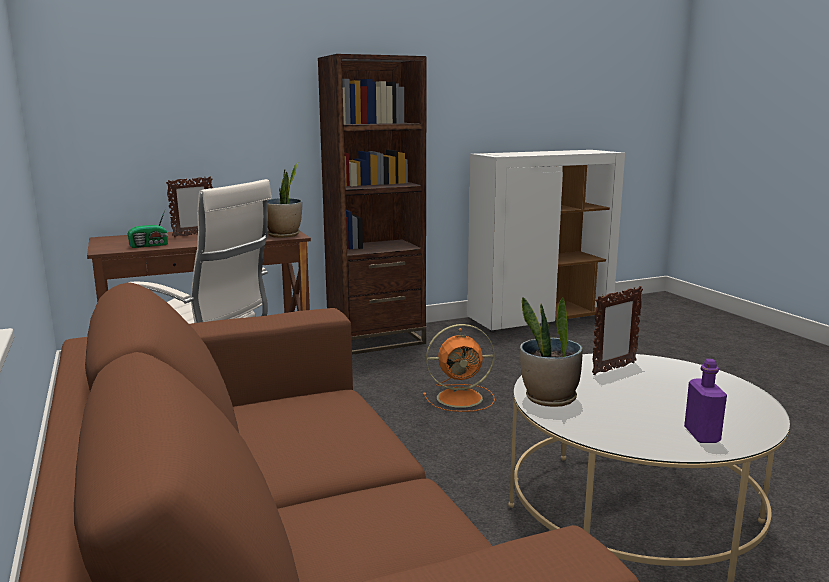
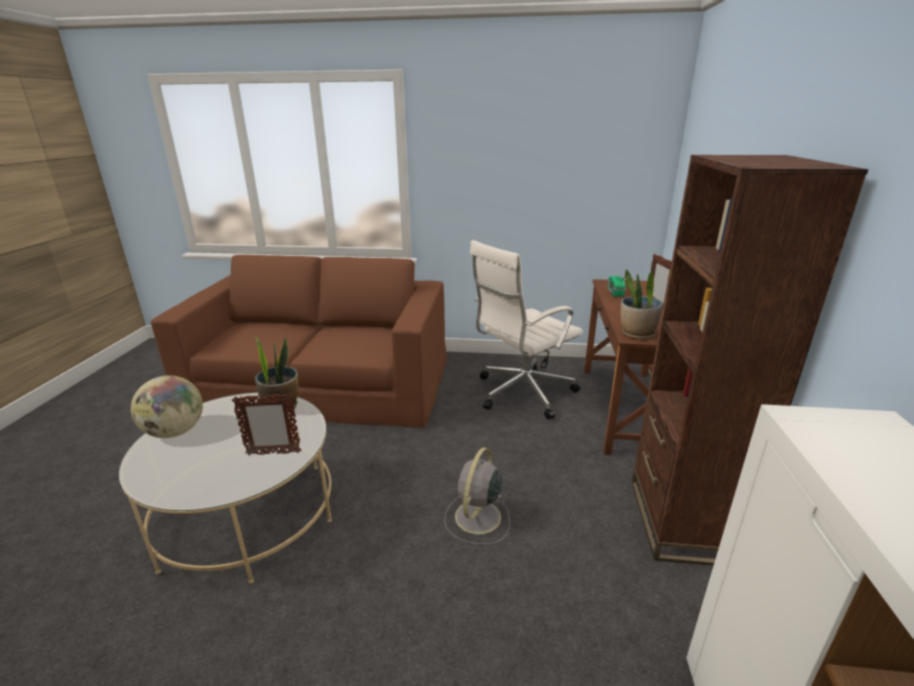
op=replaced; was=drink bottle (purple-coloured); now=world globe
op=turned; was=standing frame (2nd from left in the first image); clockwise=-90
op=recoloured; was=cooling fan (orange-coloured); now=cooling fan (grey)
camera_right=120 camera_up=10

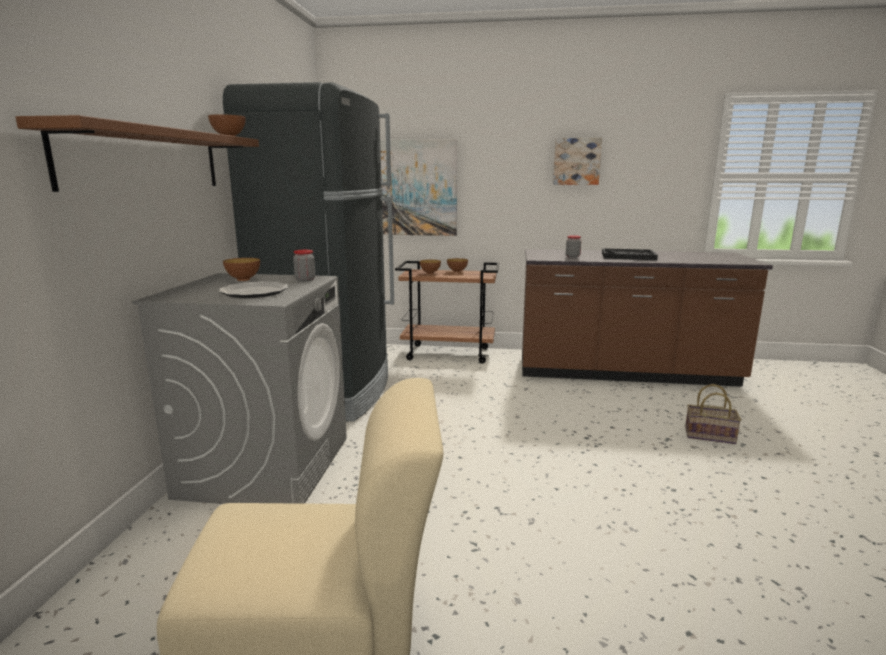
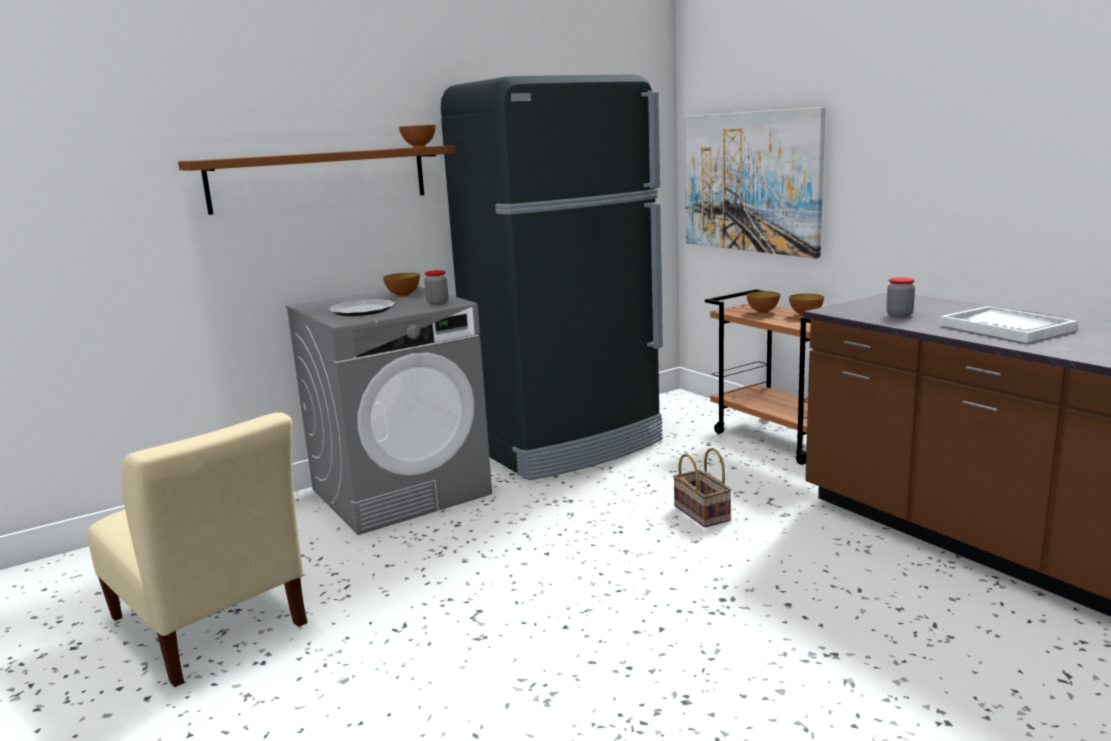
op=moved; was=basket
op=recoloured; was=tray (black-coloured); now=tray (white)
op=removed; was=wall picture (2nd from left)
camera_right=50 camera_up=0

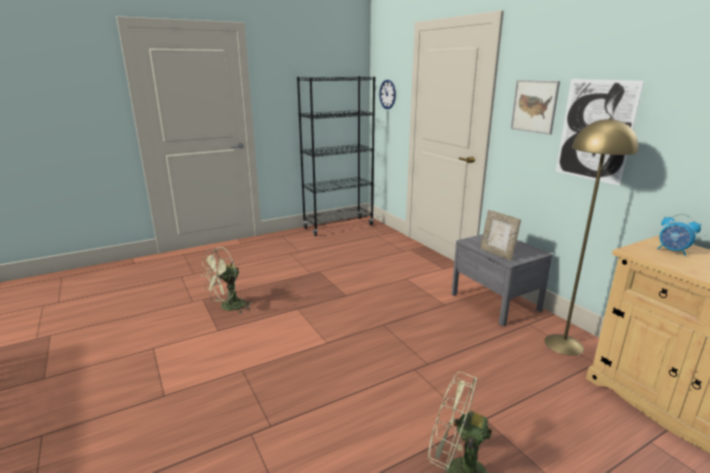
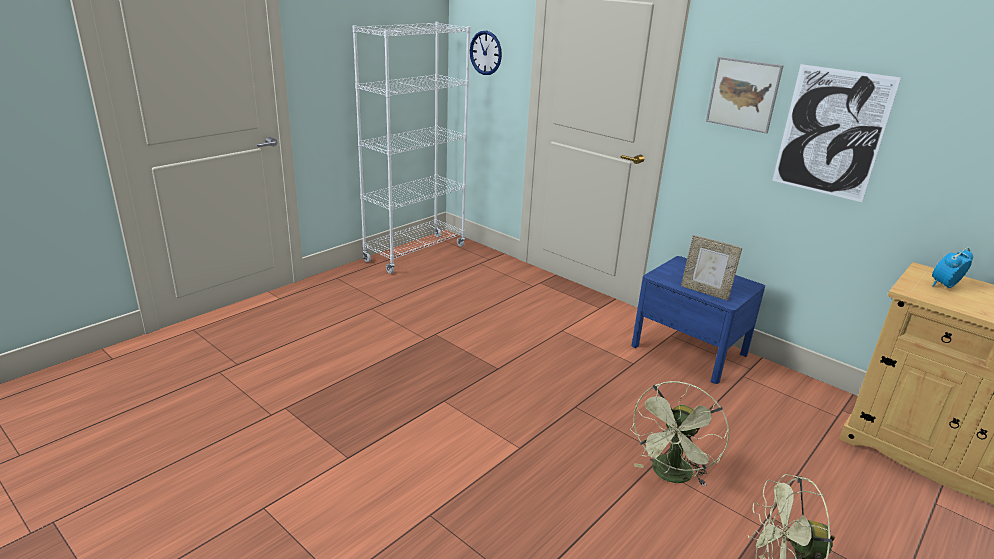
op=recoloured; was=shelving unit (black-coloured); now=shelving unit (white)
op=moved; was=cooling fan (green-coloured) (1st from left)
op=recoloured; was=night table (grey); now=night table (blue-coloured)
op=turned; was=alarm clock; clockwise=120
op=removed; was=standard lamp (yellow-coloured)
camera_right=-20 camera_up=5

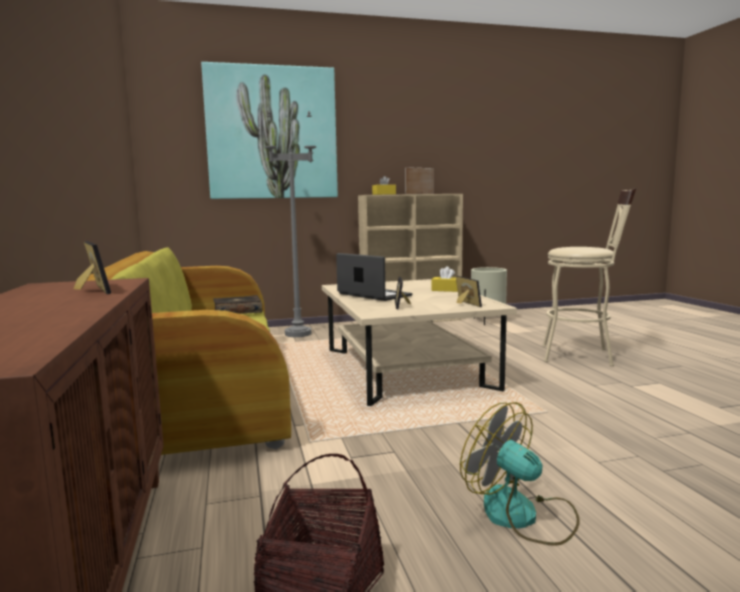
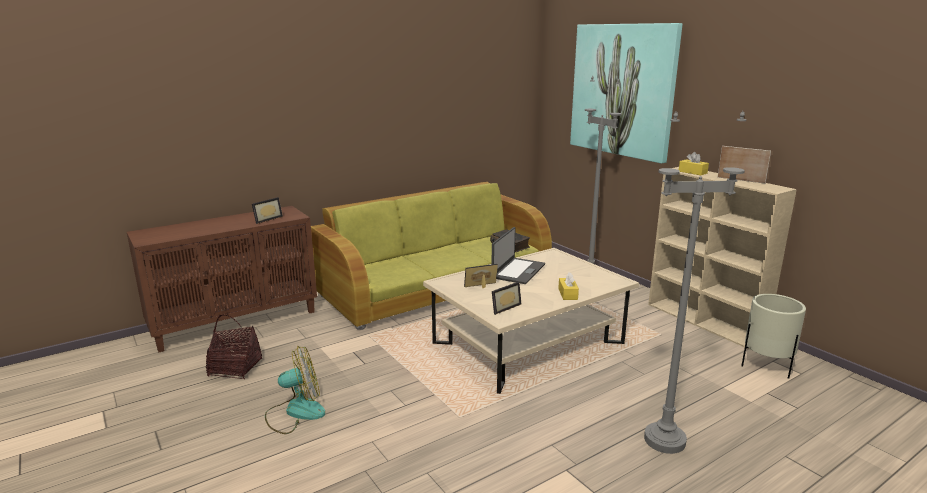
op=turned; was=cooling fan; clockwise=45
op=replaced; was=stool seat (beige-coloured); now=standard lamp (grey) (2nd from left)
camera_right=70 camera_up=10

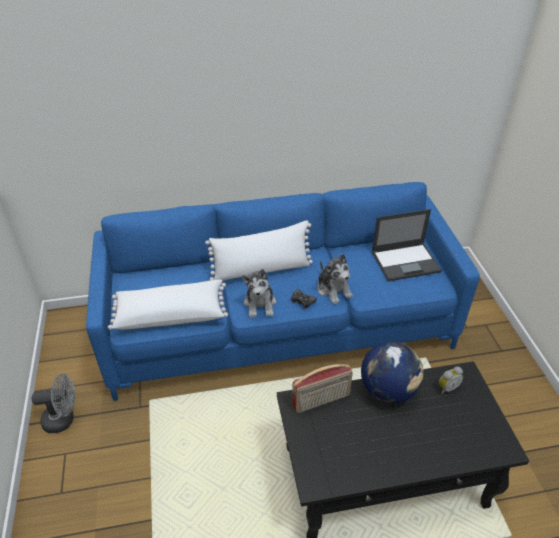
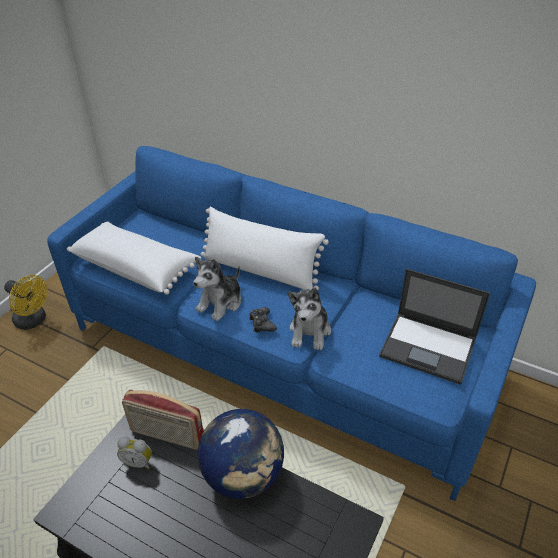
op=recoloured; was=cooling fan (grey); now=cooling fan (yellow-coloured)
op=moved; was=alarm clock
camera_right=40 camera_up=0

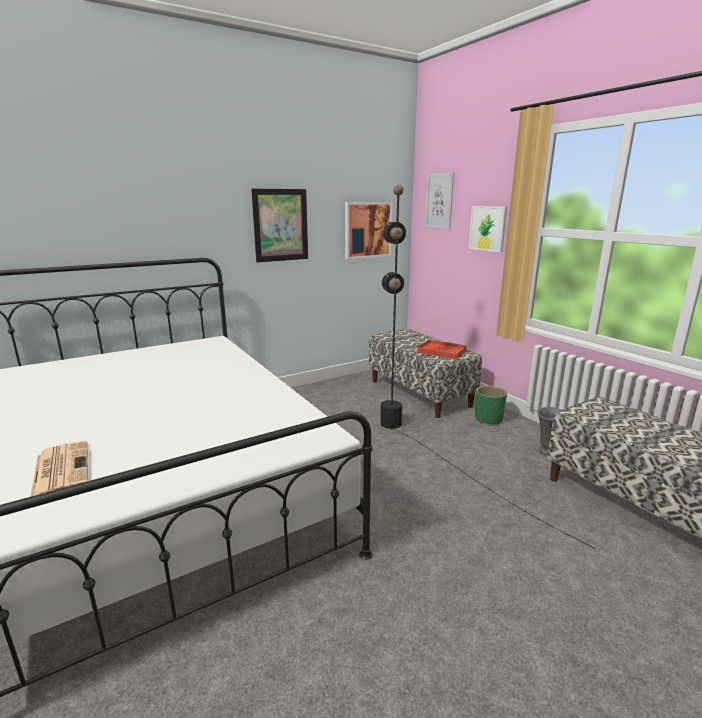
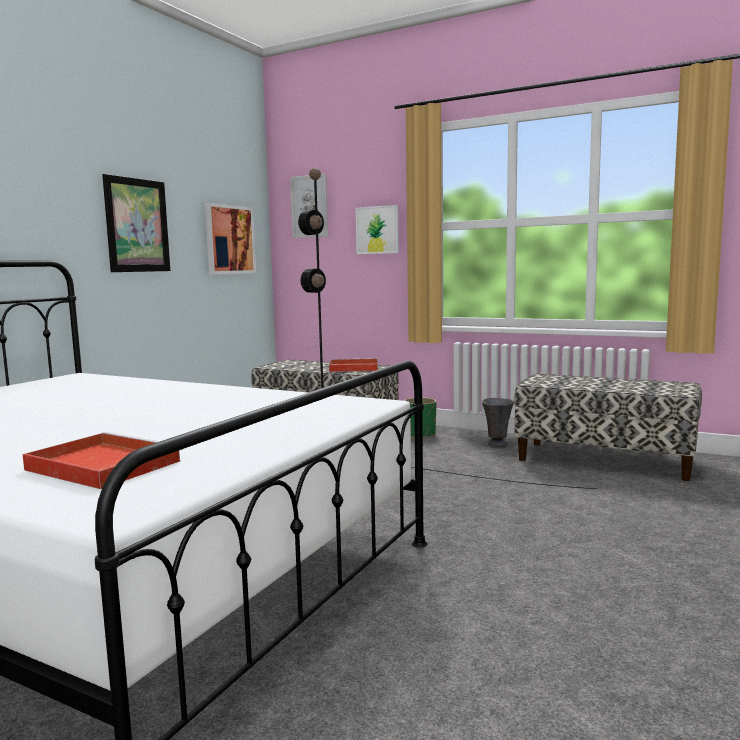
op=replaced; was=daily paper; now=tray (red) (1st from left)
camera_right=-30 camera_up=-10

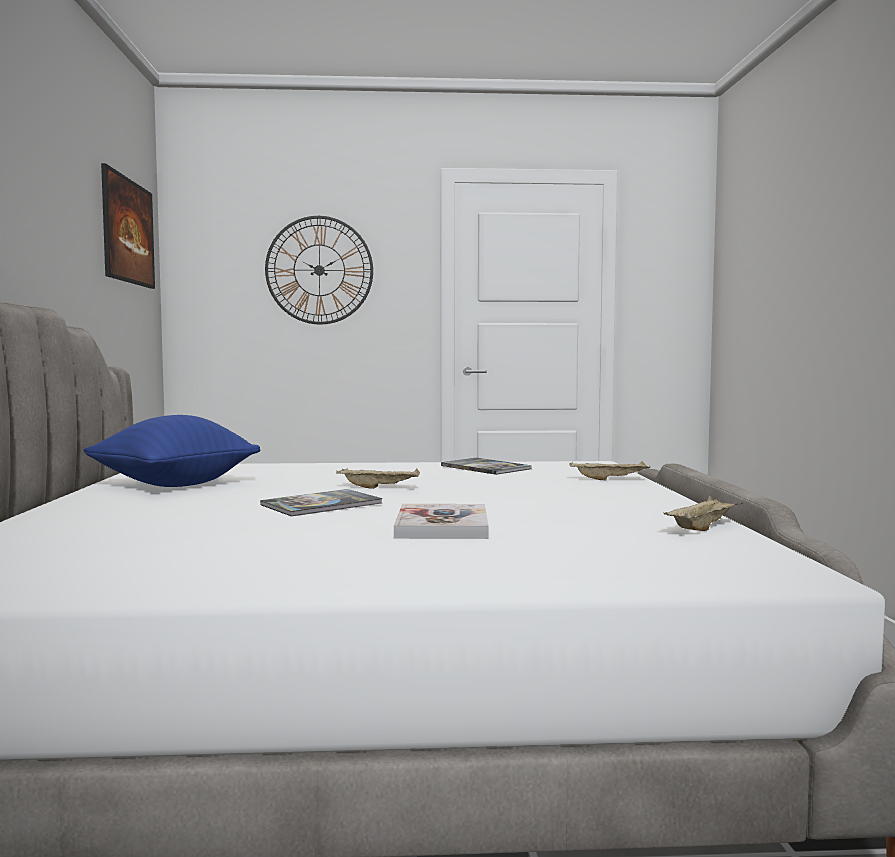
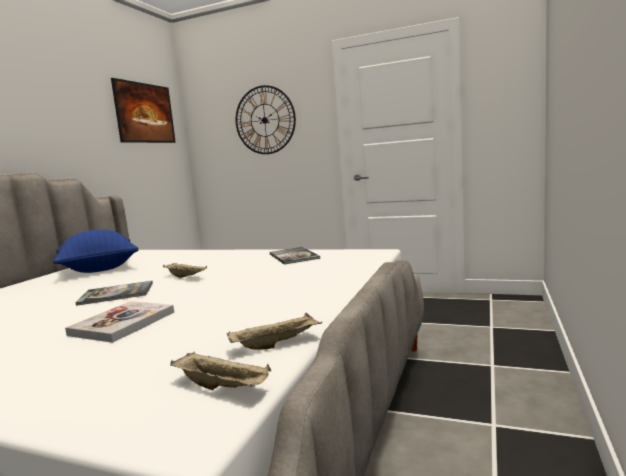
op=moved; was=tray (beige-coloured) (2nd from left)
camera_right=25 camera_up=5

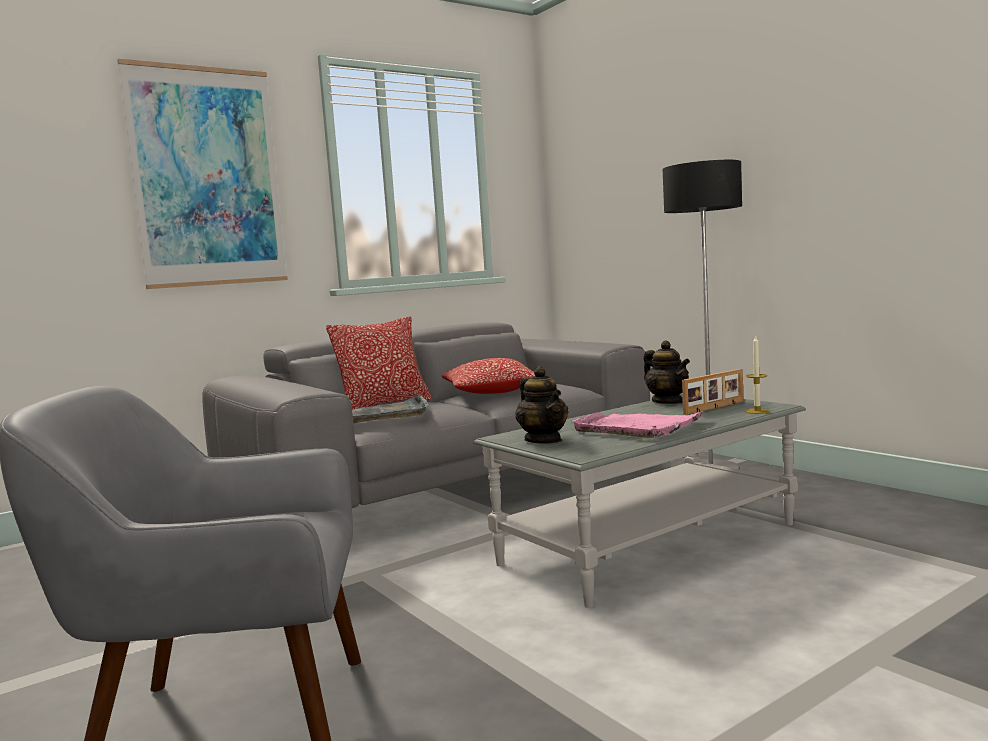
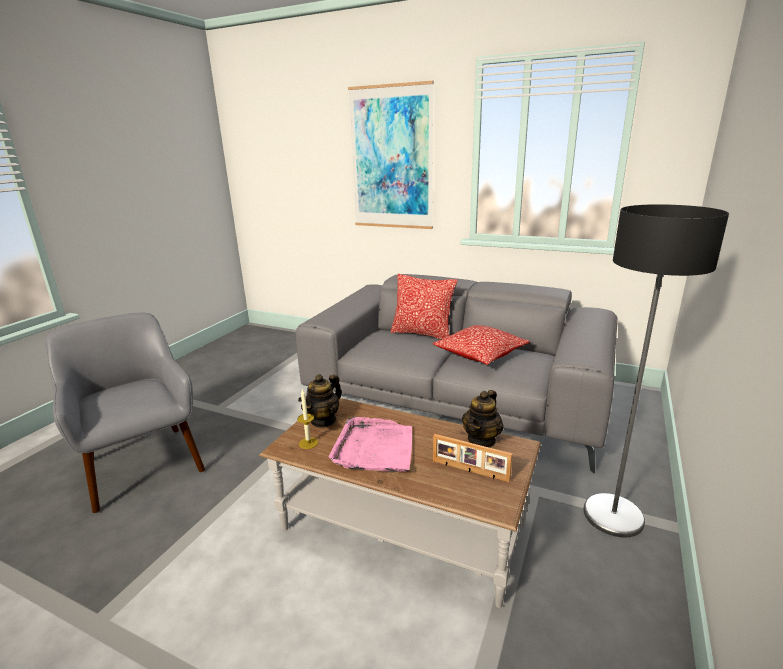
op=recoloured; was=coffee table (grey); now=coffee table (brown)
op=moved; was=candle
op=removed; was=tray (grey)
camera_right=60 camera_up=15

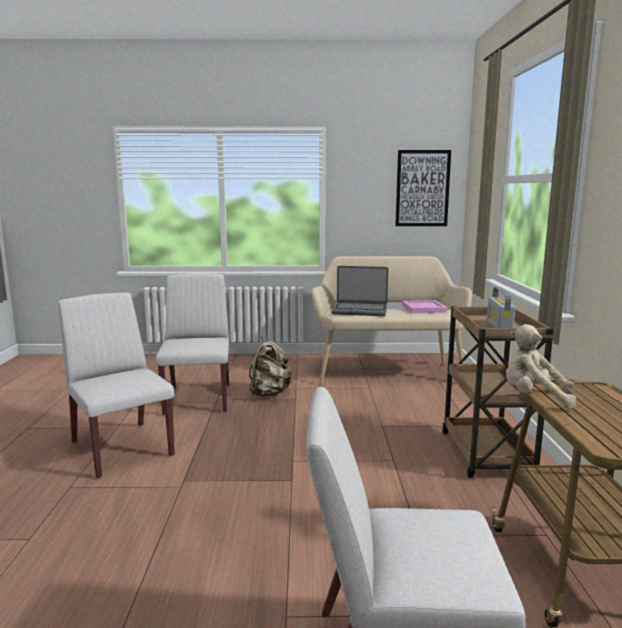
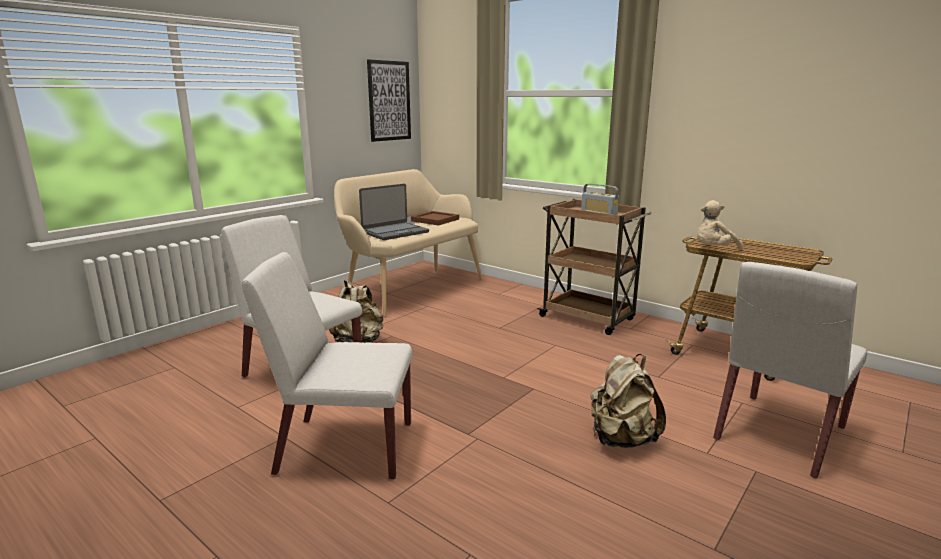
op=recoloured; was=tray (pink-coloured); now=tray (brown)
op=added; now=knapsack (beige-coloured) (2nd from left)
camera_right=-50 camera_up=5

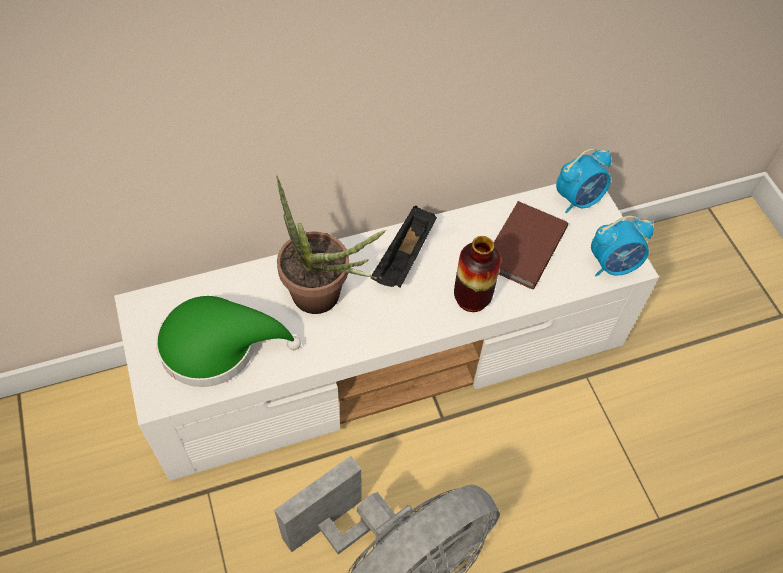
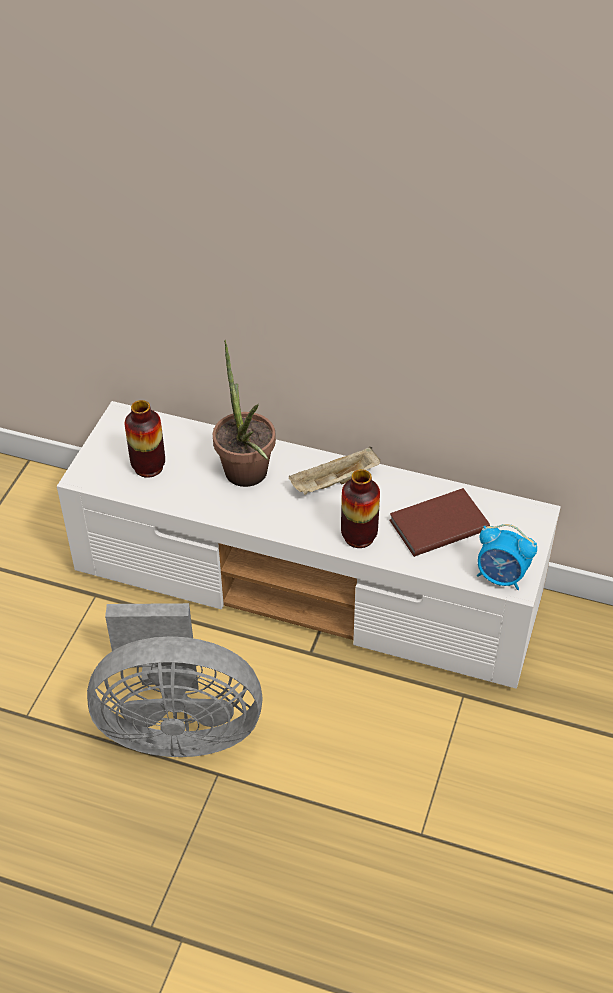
op=replaced; was=hat (green-coloured); now=flower vase (1st from left)
op=recoloured; was=tray (black-coloured); now=tray (beige-coloured)
op=removed; was=alarm clock (1st from left)
camera_right=40 camera_up=-10

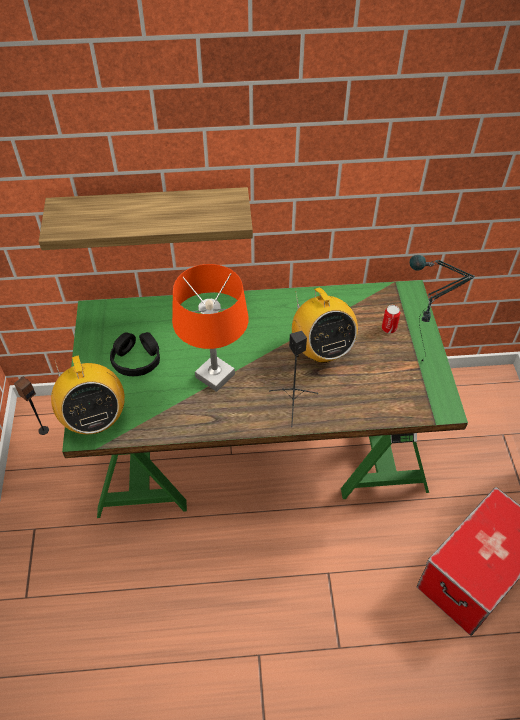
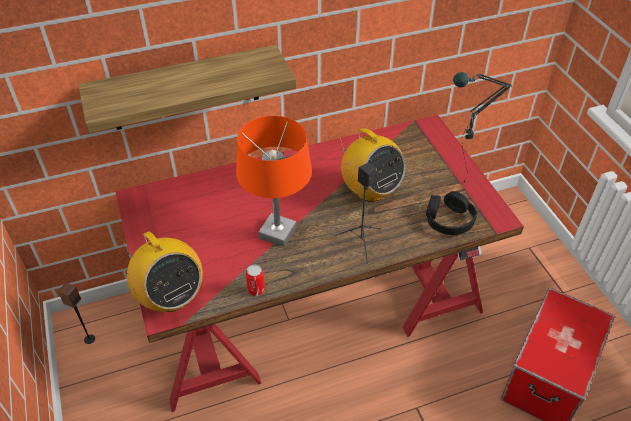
op=recoloured; was=desk table (green-coloured); now=desk table (red)
op=moved; was=sealed can
op=moved; was=pair of headphones (black-coloured)
camera_right=-15 camera_up=-5

